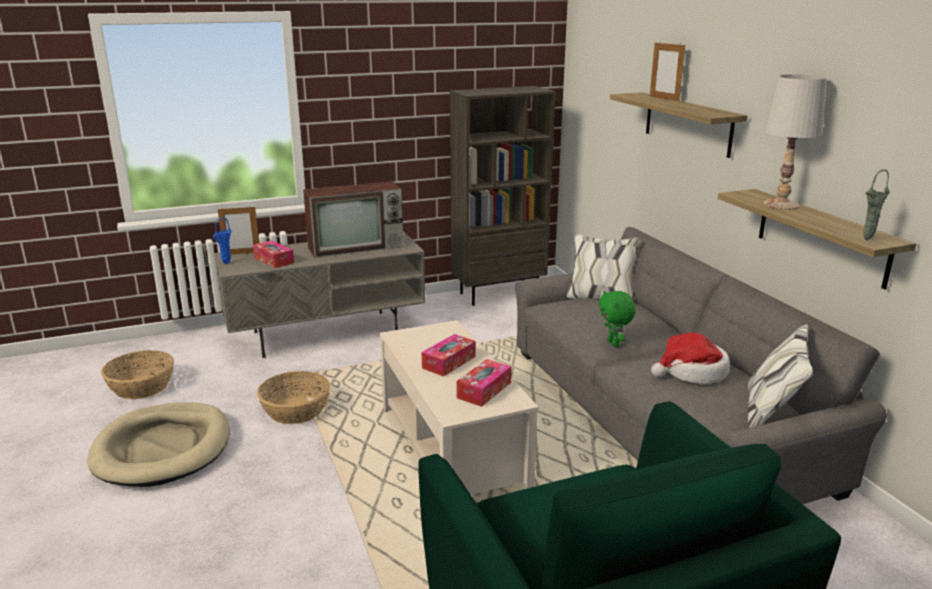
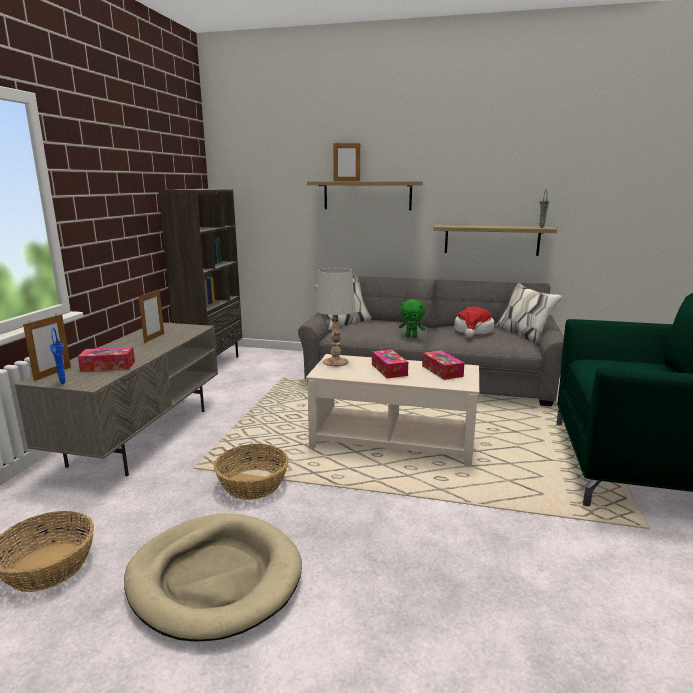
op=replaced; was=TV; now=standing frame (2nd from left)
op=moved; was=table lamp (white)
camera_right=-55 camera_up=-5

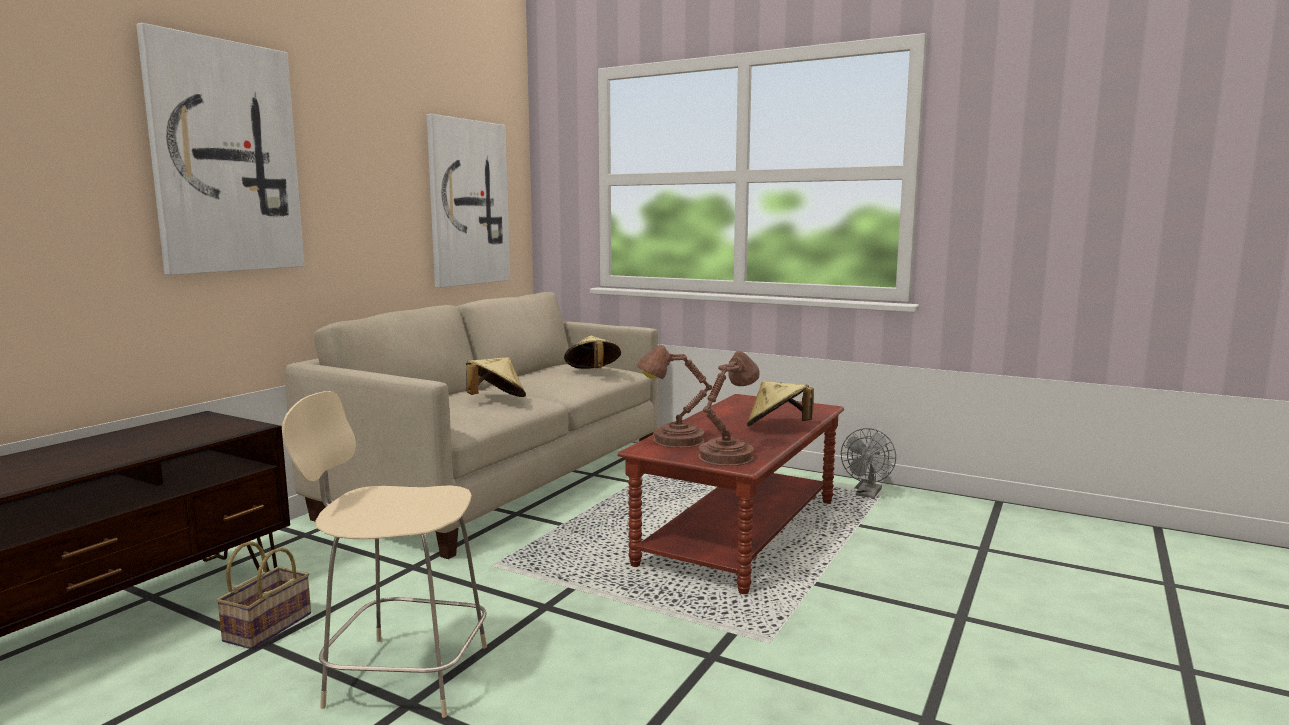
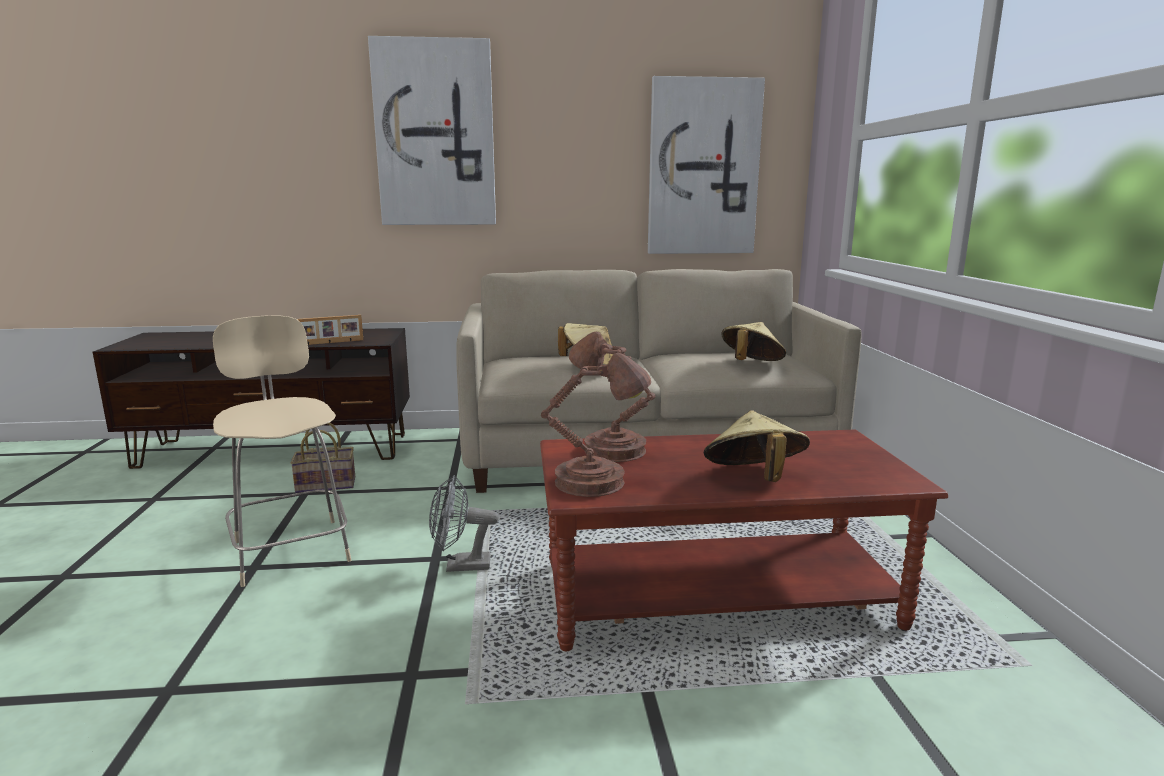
op=added; now=standing frame
op=moved; was=cooling fan (grey)
camera_right=55 camera_up=5

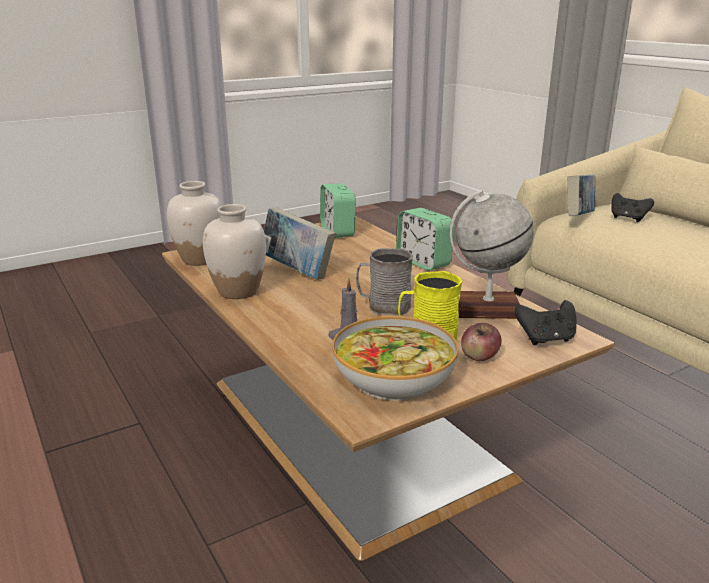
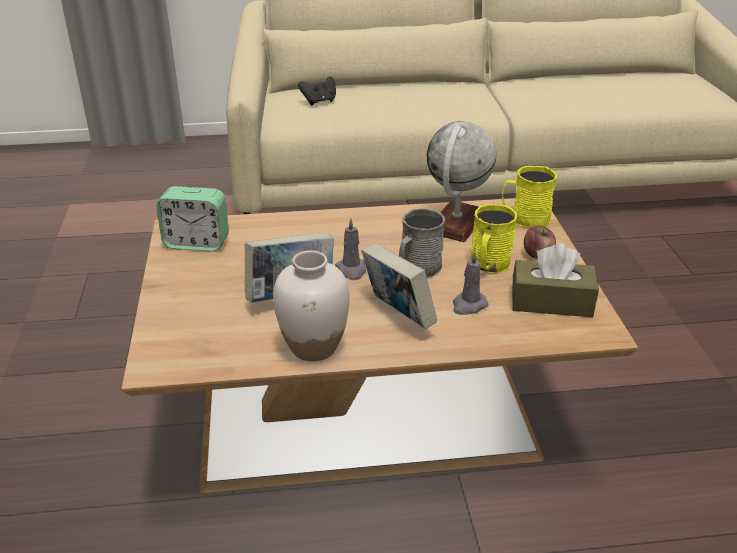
op=added; now=candle (grey) (1st from left)
op=moved; was=book (2nd from left)
op=replaced; was=game controller (black-coloured) (1st from left); now=coffee mug (yellow-coloured) (2nd from left)
op=replaced; was=deep dish; now=tissue holder (brown)
op=removed; was=flower vase (white) (1st from left)
op=removed; was=alarm clock (2nd from left)
camera_right=-65 camera_up=10

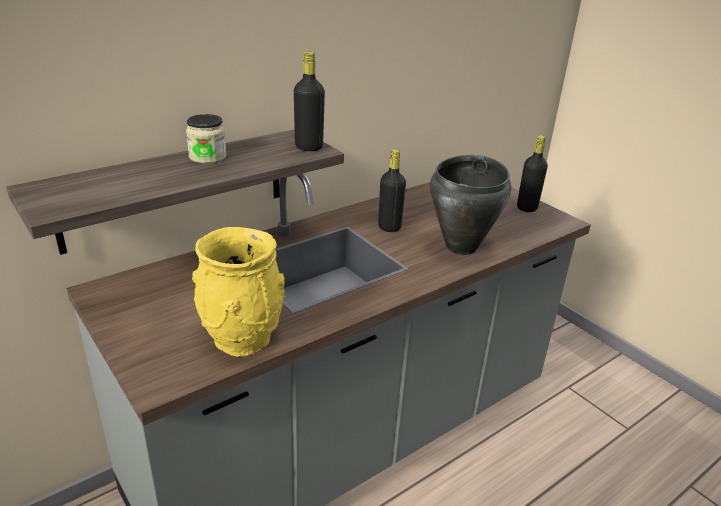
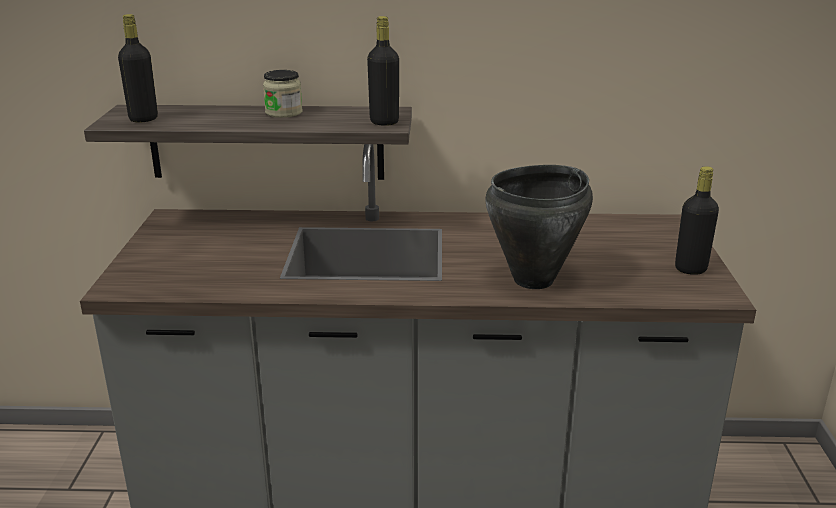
op=moved; was=drink bottle (black-coloured) (2nd from left in the first image); now=drink bottle (black-coloured) (1st from left)
op=removed; was=flower vase (yellow-coloured)
camera_right=40 camera_up=-5

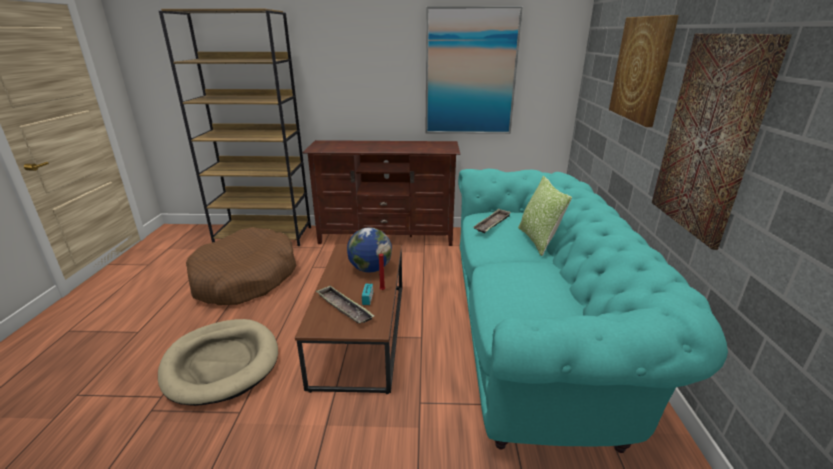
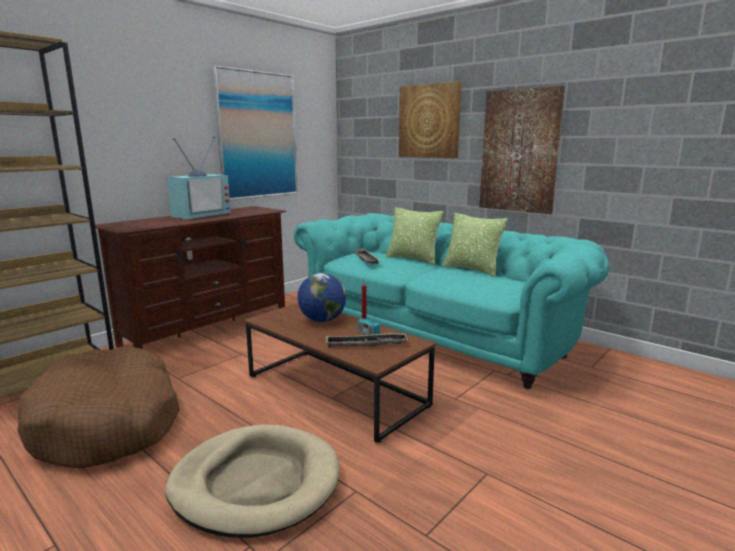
op=added; now=TV
op=added; now=pillow (2nd from left)
camera_right=-50 camera_up=-10

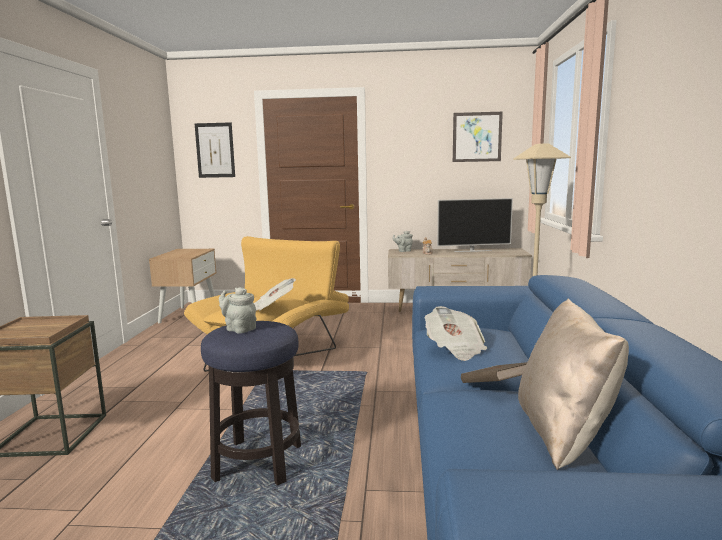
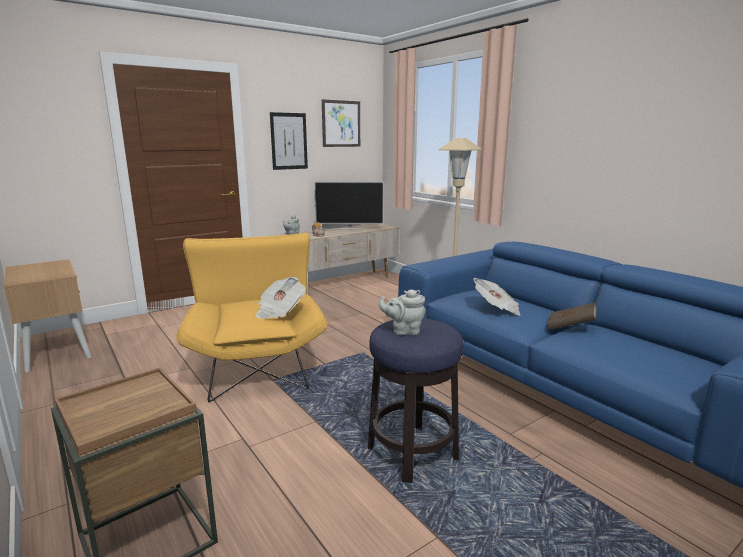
op=moved; was=wall picture (1st from left)
op=turned; was=TV; clockwise=45
op=removed; was=pillow (beige-coloured)
camera_right=-40 camera_up=5

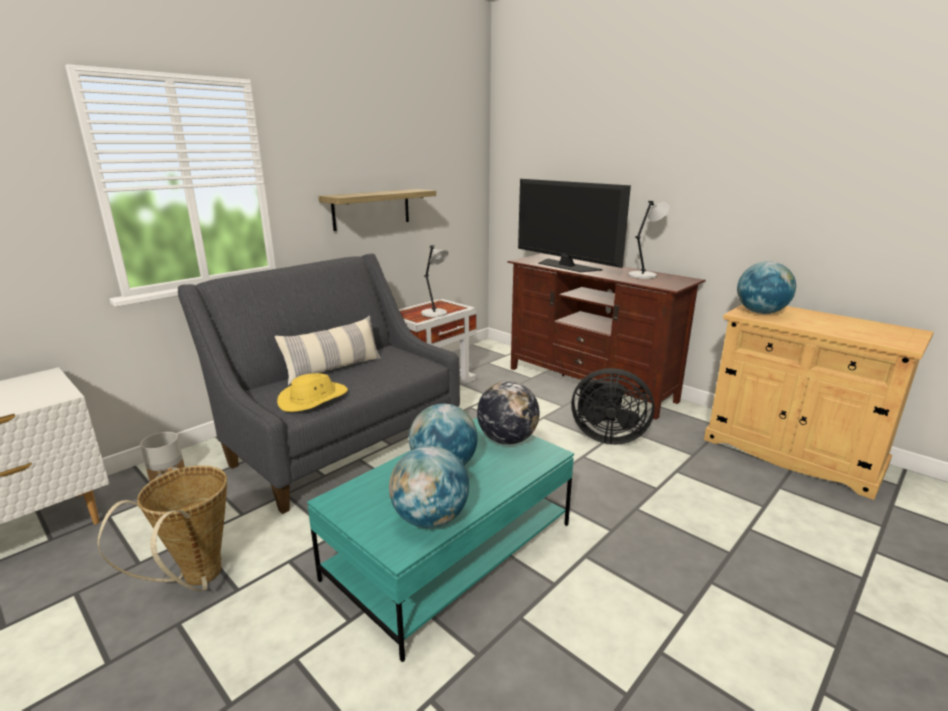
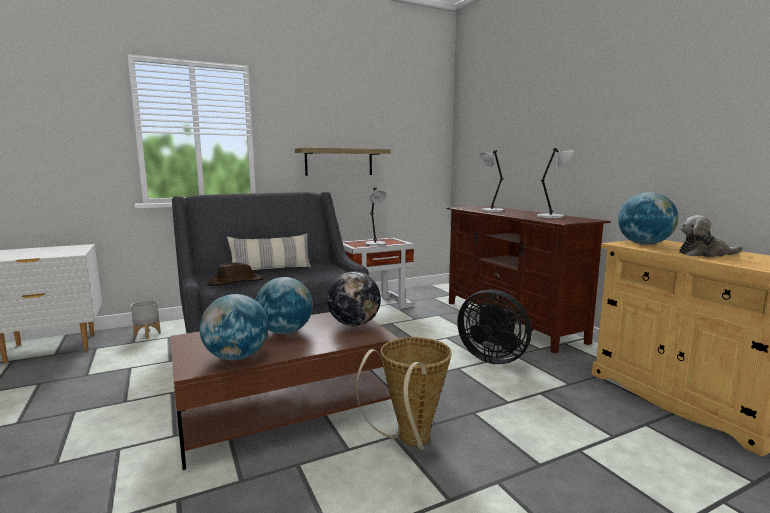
op=recoloured; was=coffee table (turquoise-coloured); now=coffee table (brown)
op=recoloured; was=hat (yellow-coloured); now=hat (brown)
op=moved; was=basket
op=replaced; was=TV; now=table lamp (grey) (2nd from left)
op=added; now=soft toy
camera_right=20 camera_up=-10

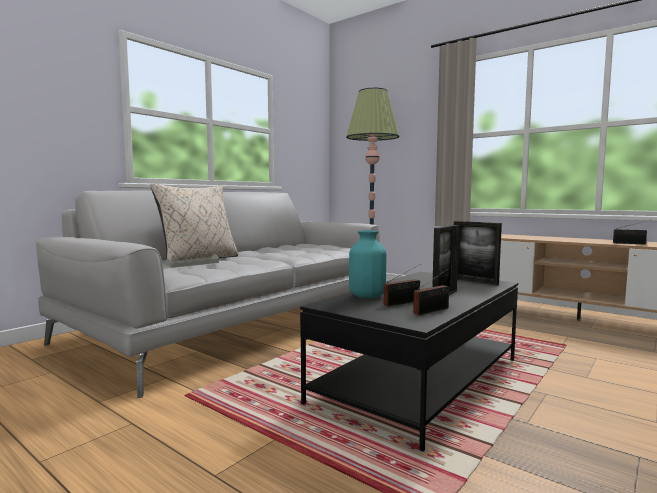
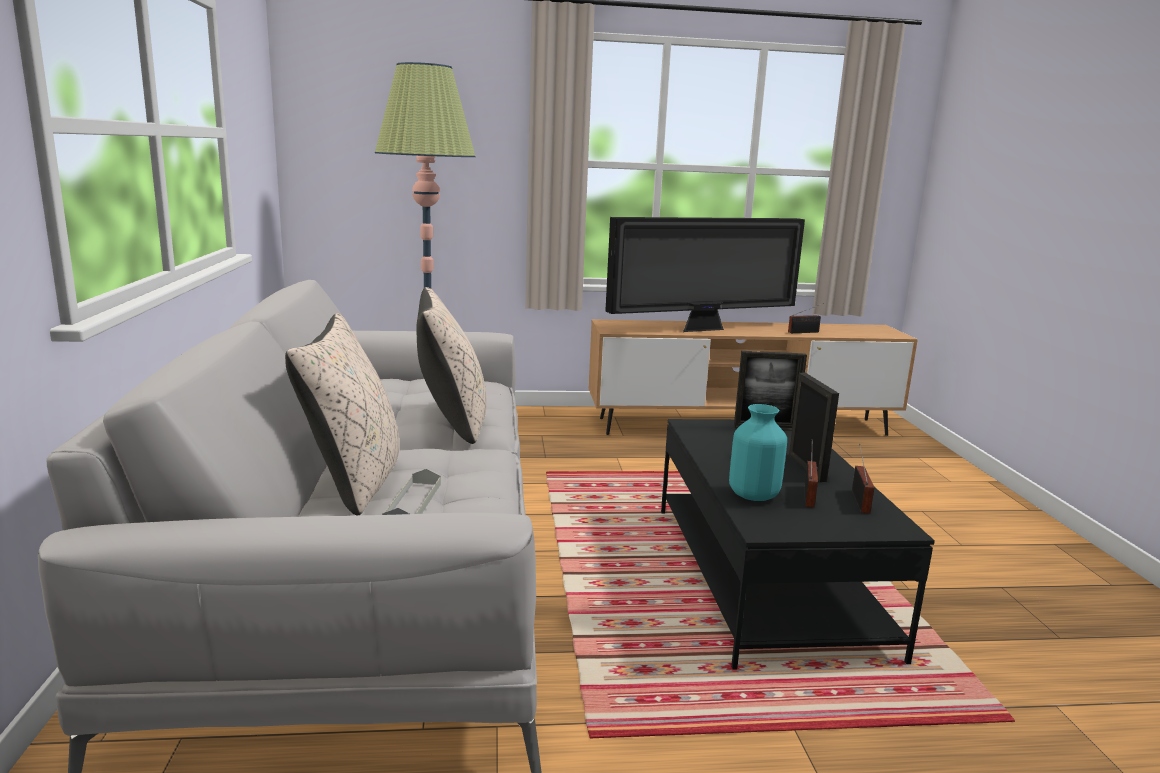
op=added; now=pillow (beige-coloured) (2nd from left)
op=added; now=TV
camera_right=-45 camera_up=10

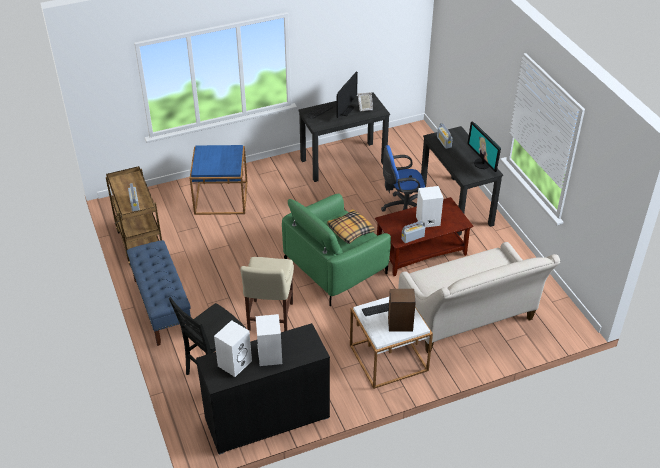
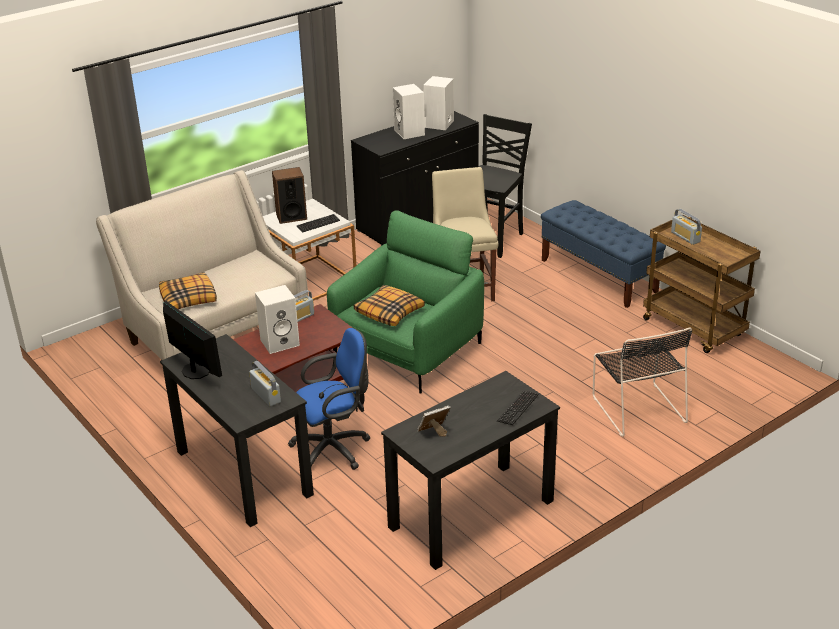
op=added; now=pillow (1st from left)
op=replaced; was=side table (blue-coloured); now=plain chair (black-coloured) (2nd from left)
op=removed; was=computer display (1st from left)
camera_right=165 camera_up=-10

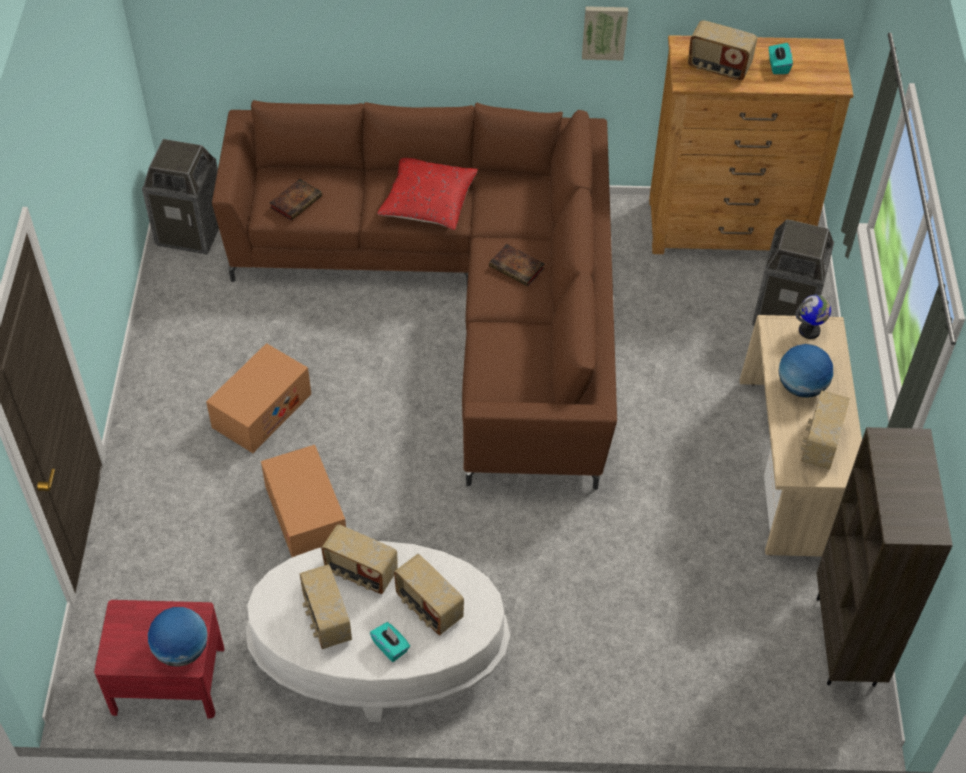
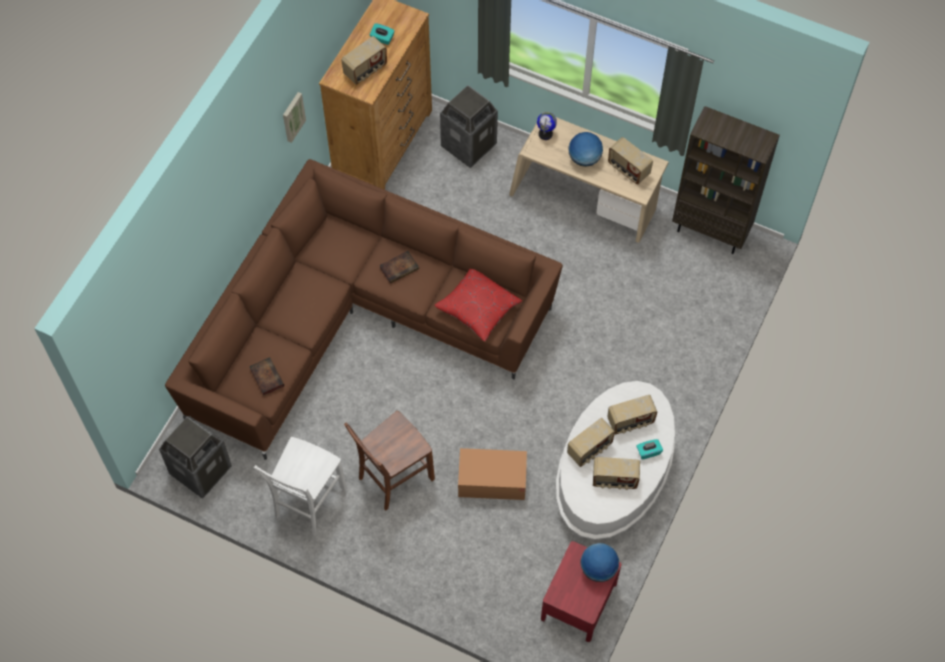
op=added; now=plain chair (white)
op=replaced; was=packing box (1st from left); now=plain chair (brown)
op=moved; was=pillow (red)
camera_right=-65 camera_up=10

